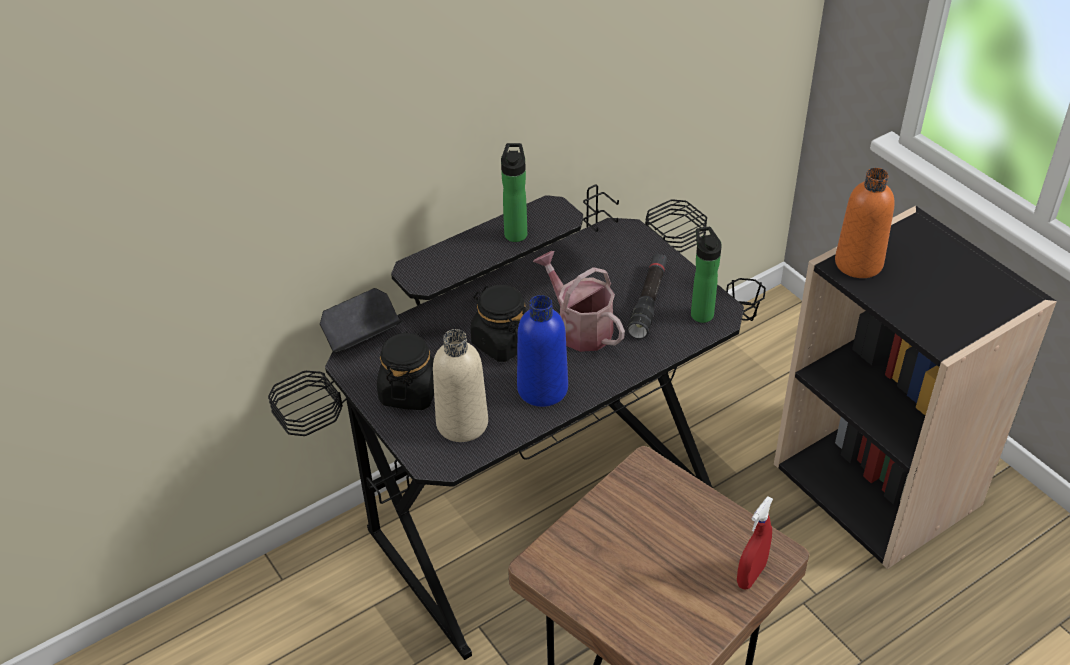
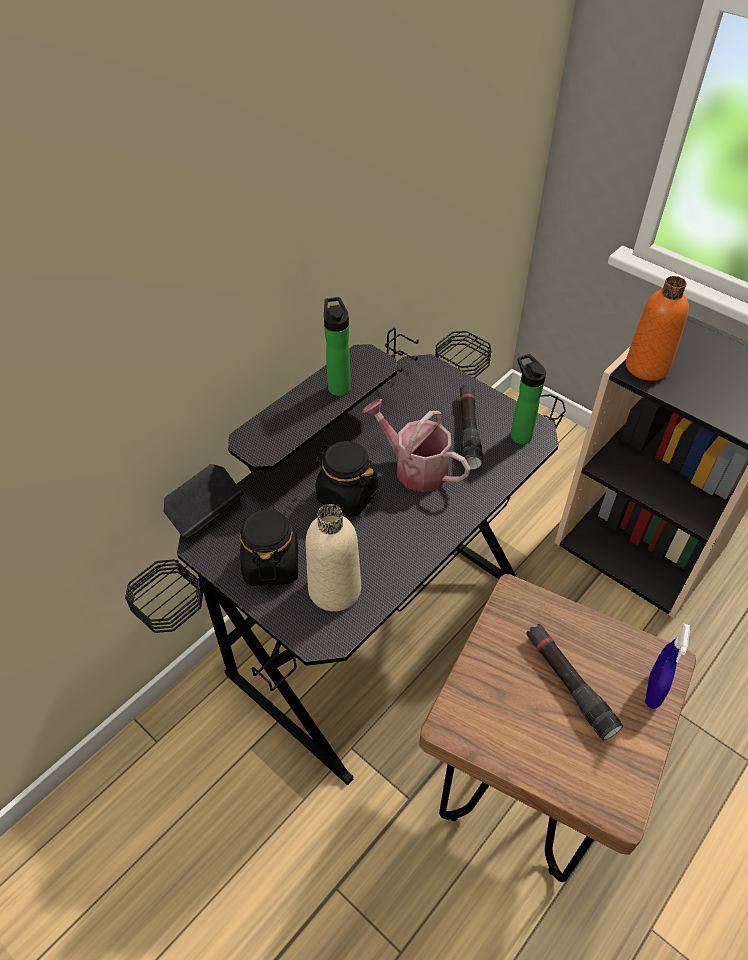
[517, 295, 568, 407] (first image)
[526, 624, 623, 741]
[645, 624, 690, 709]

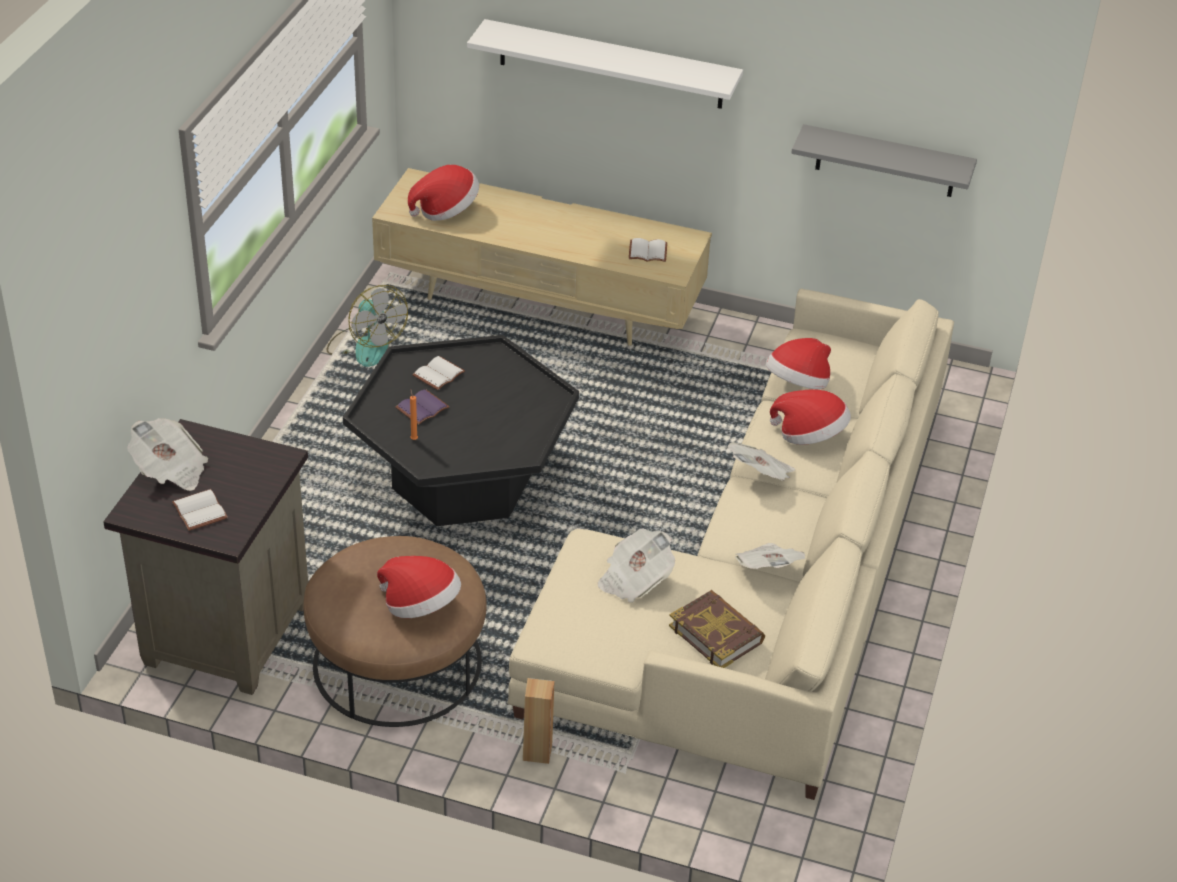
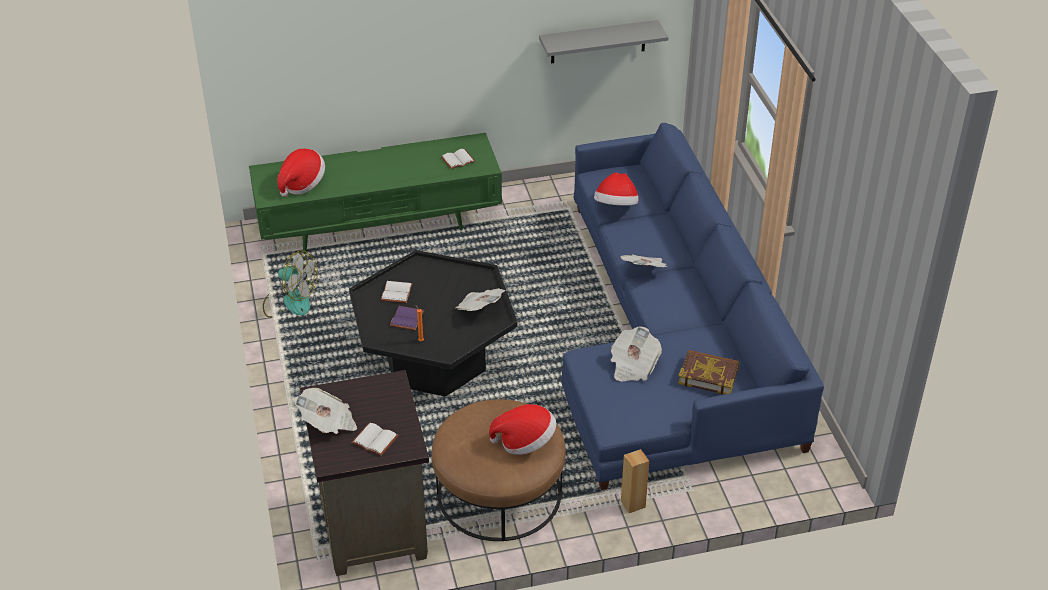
[467, 19, 743, 109] (first image)
[770, 389, 851, 445] (first image)
[455, 288, 505, 311]
[249, 133, 502, 254]
[561, 123, 824, 490]

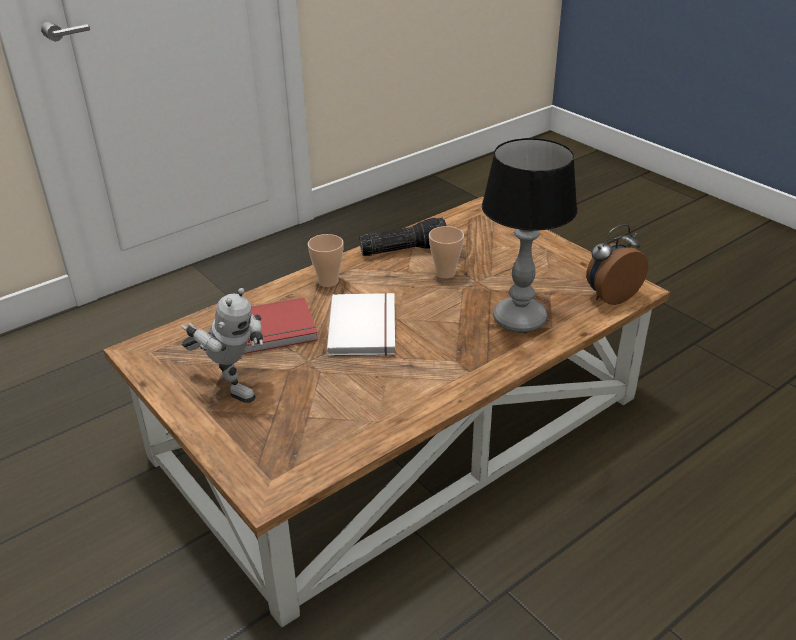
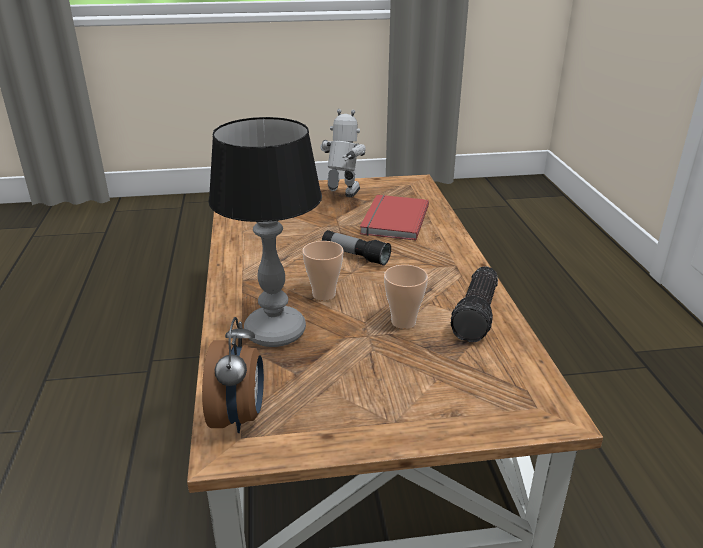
[302, 241, 344, 301]
[322, 230, 391, 266]
[320, 109, 366, 197]

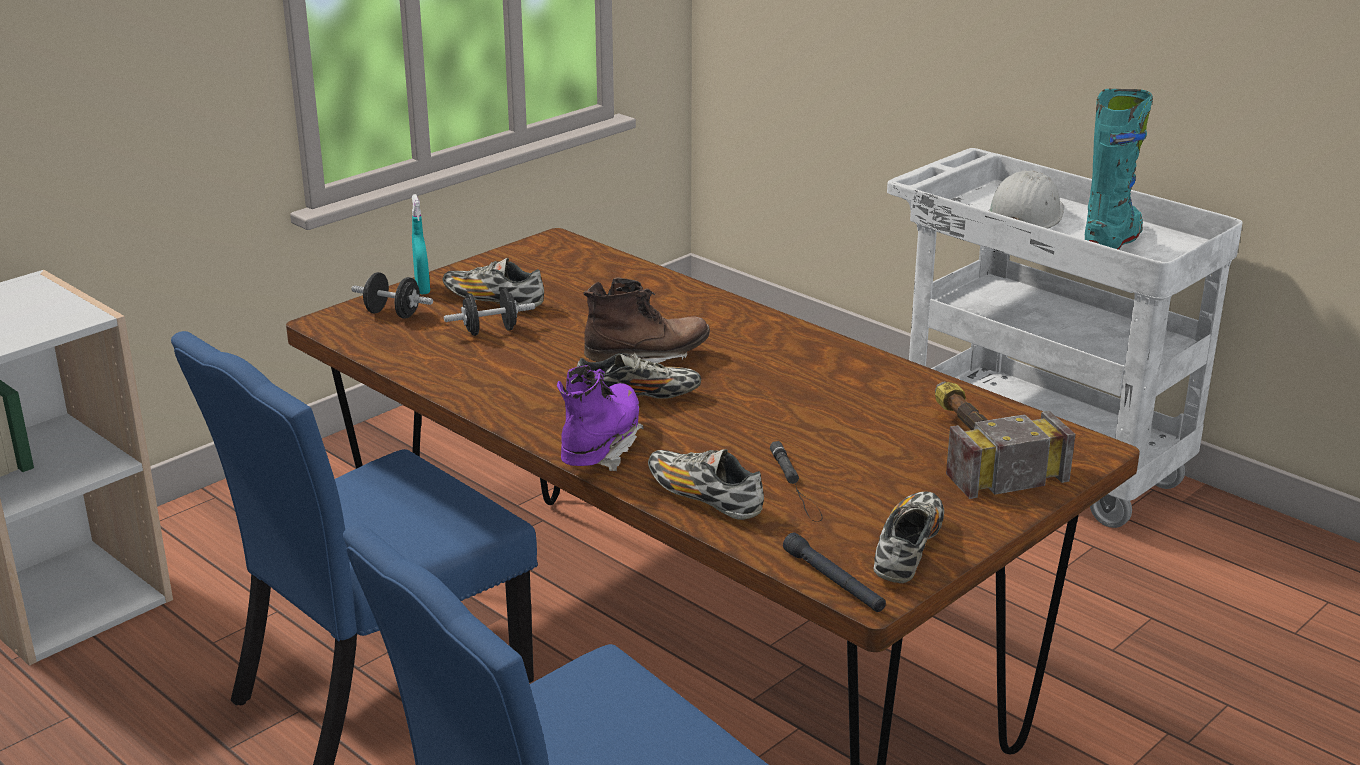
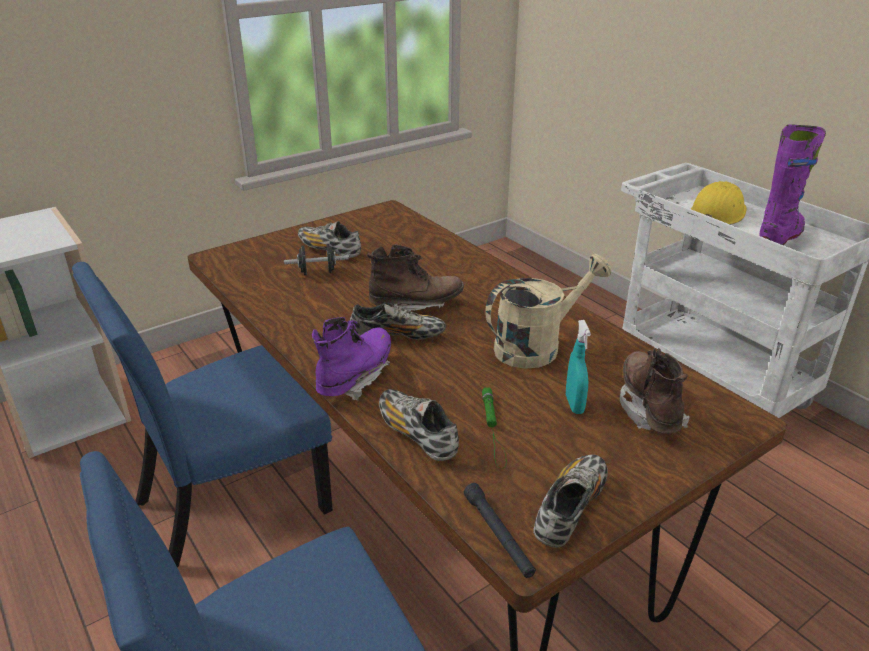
[351, 272, 433, 319] (first image)
[485, 254, 611, 369]
[566, 320, 591, 414]
[620, 348, 690, 434]
[482, 388, 507, 468]
[691, 181, 747, 225]
[759, 124, 826, 245]

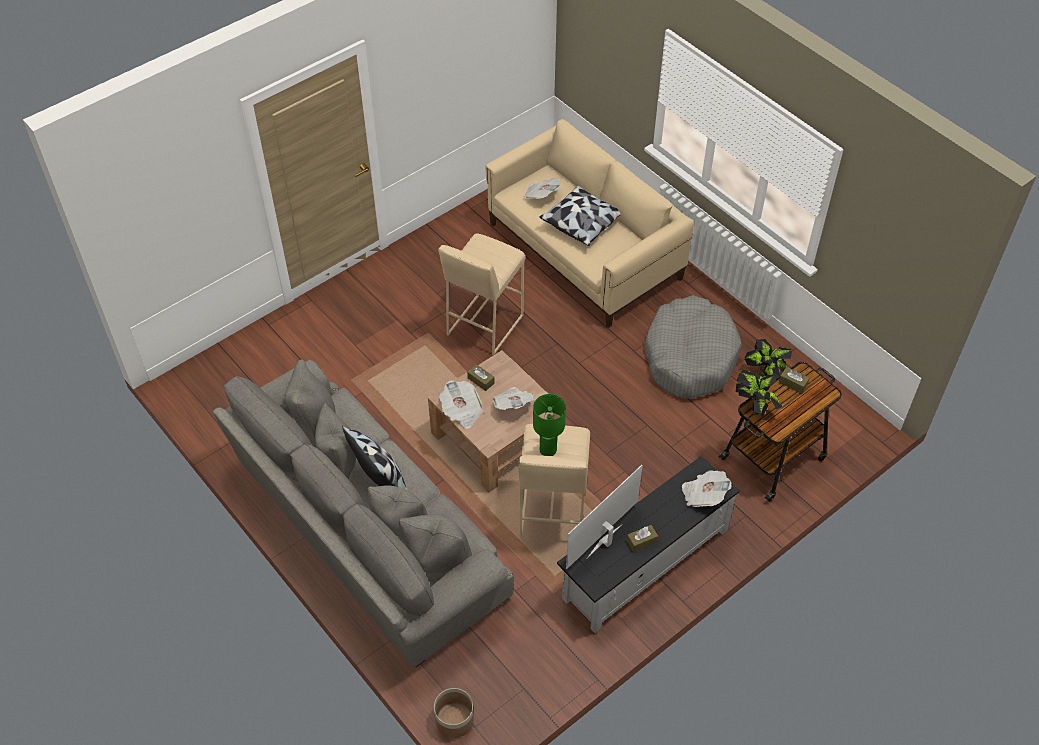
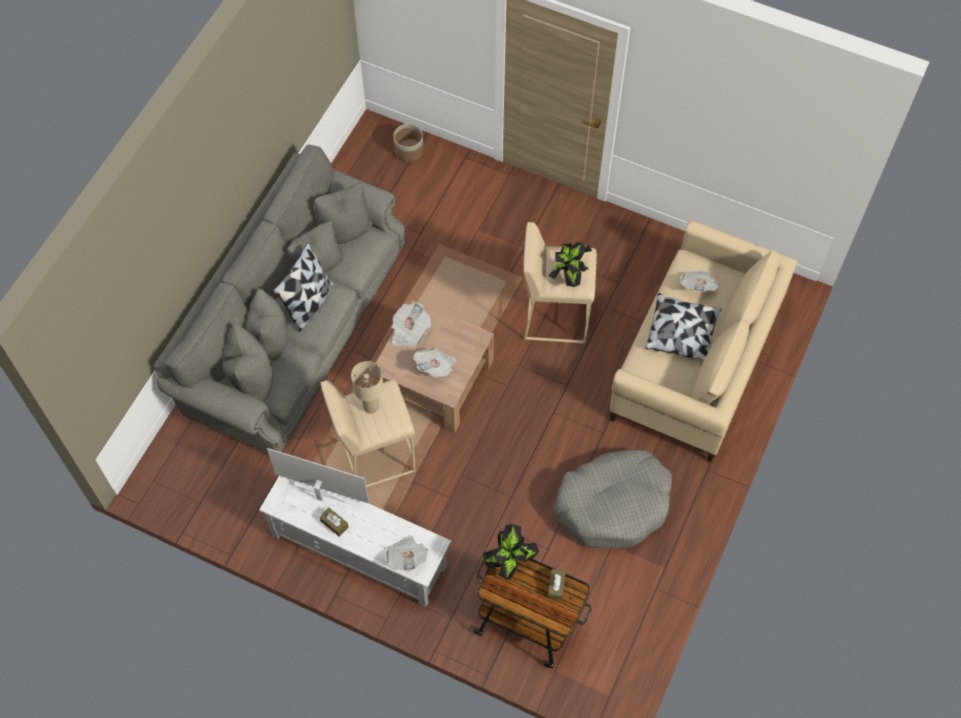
[467, 364, 494, 391] (first image)
[394, 124, 424, 162]
[549, 242, 592, 287]
[351, 361, 384, 413]
[259, 476, 451, 608]

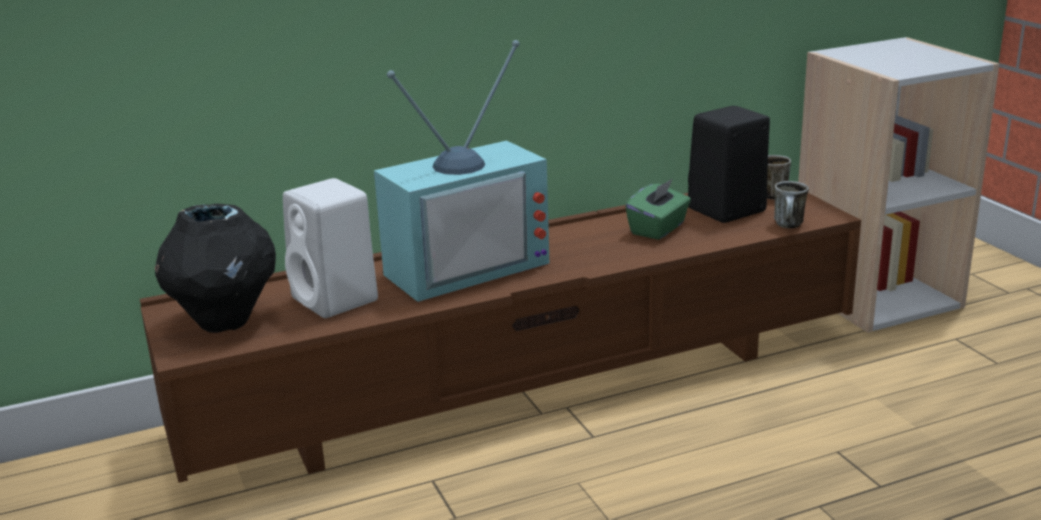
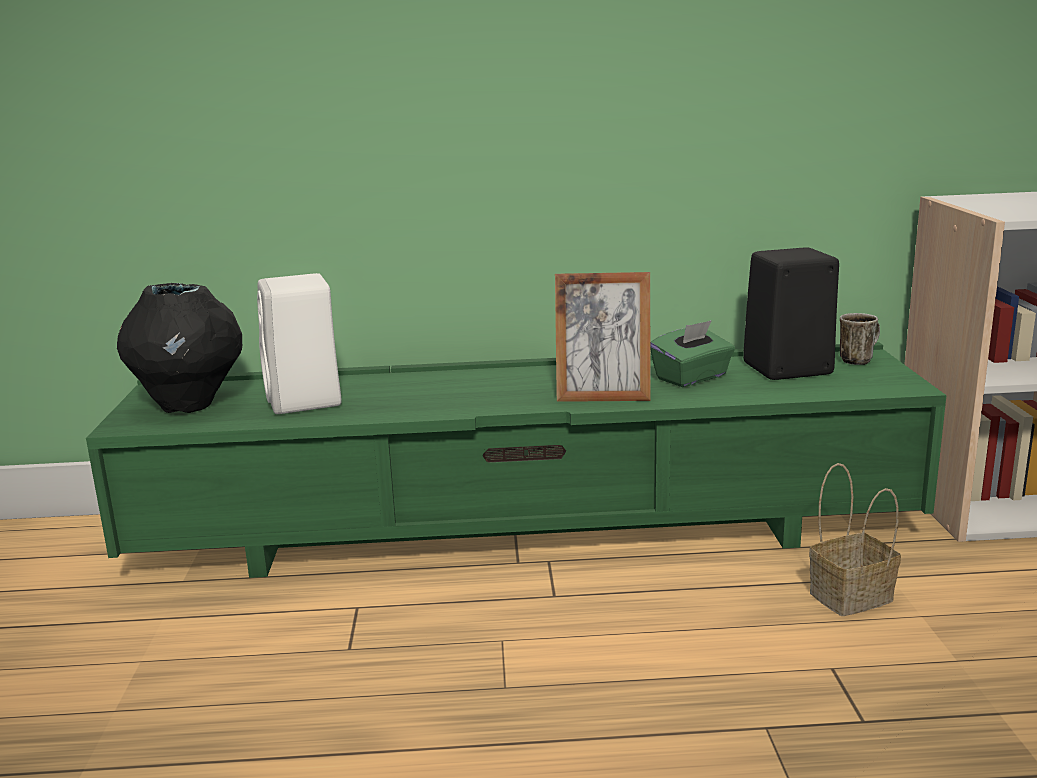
[374, 40, 549, 302] (first image)
[774, 181, 809, 228] (first image)
[555, 272, 651, 402]
[809, 463, 901, 616]
[86, 342, 947, 578]

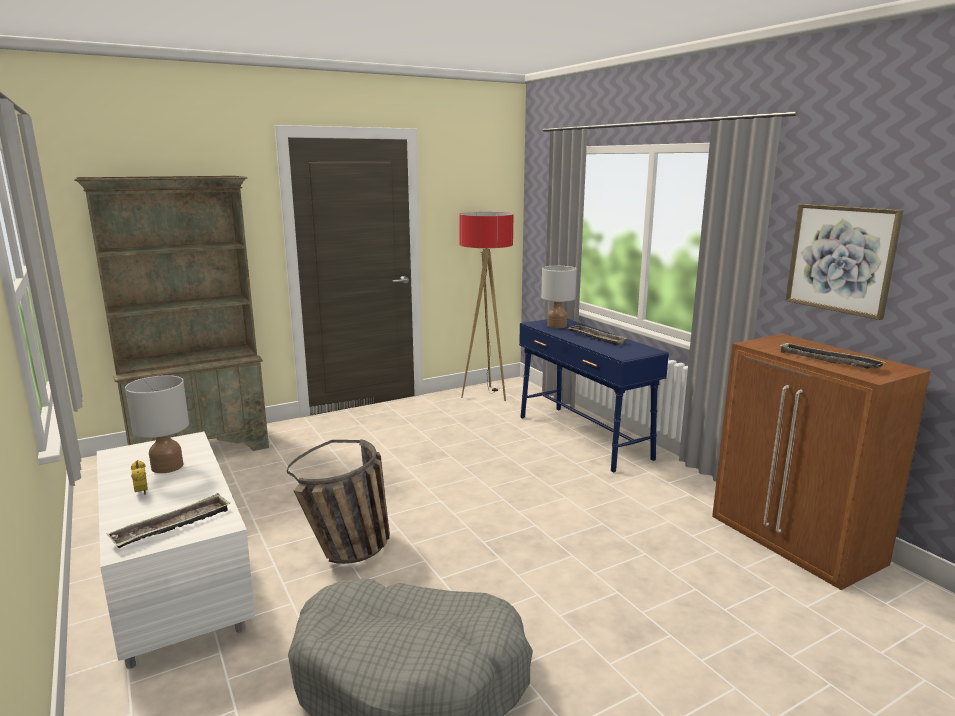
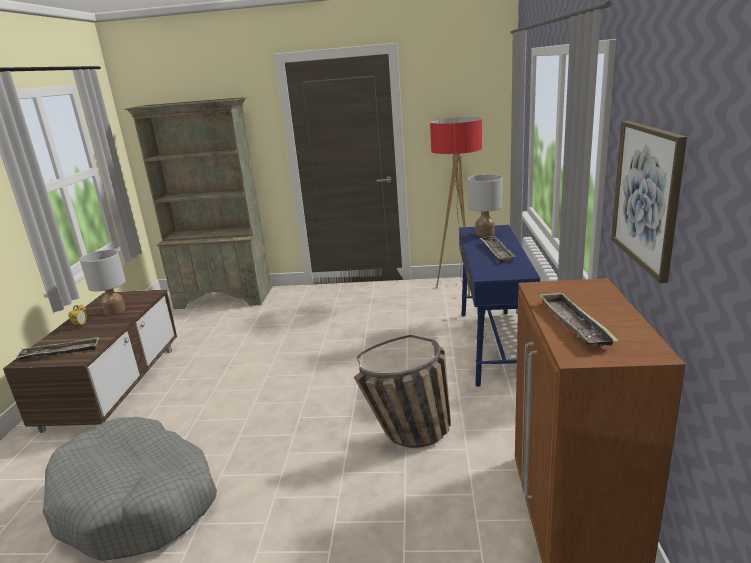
[354, 335, 451, 448]
[3, 289, 177, 433]

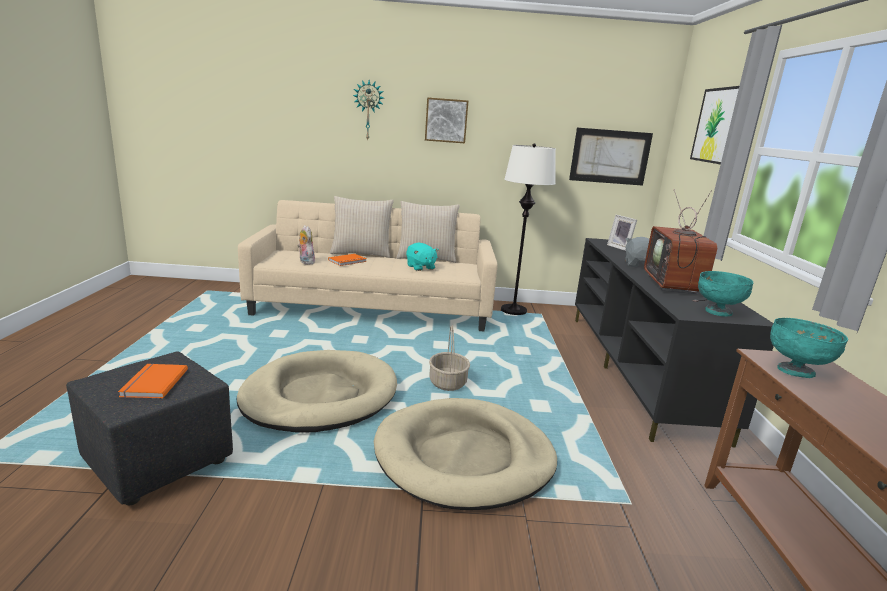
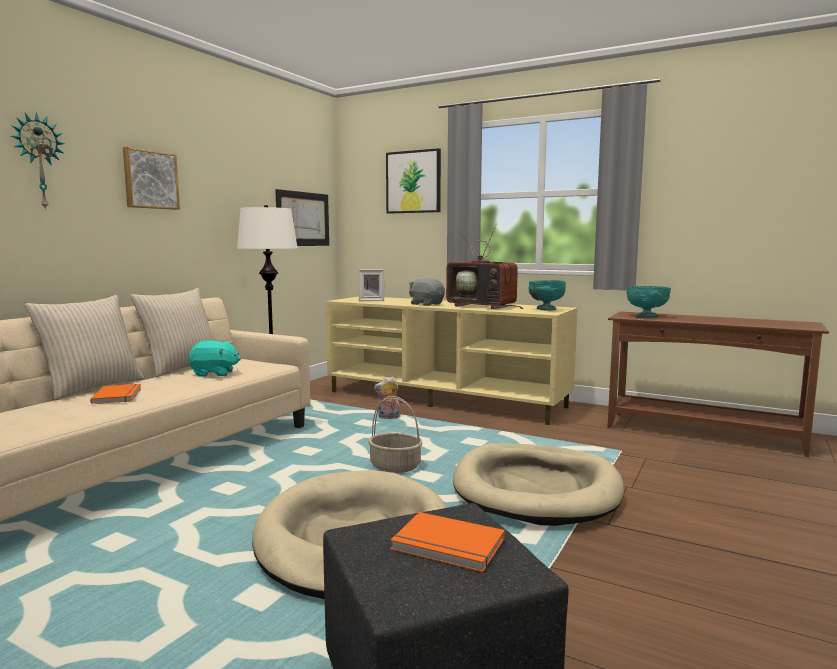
[374, 376, 401, 419]
[325, 296, 578, 425]

